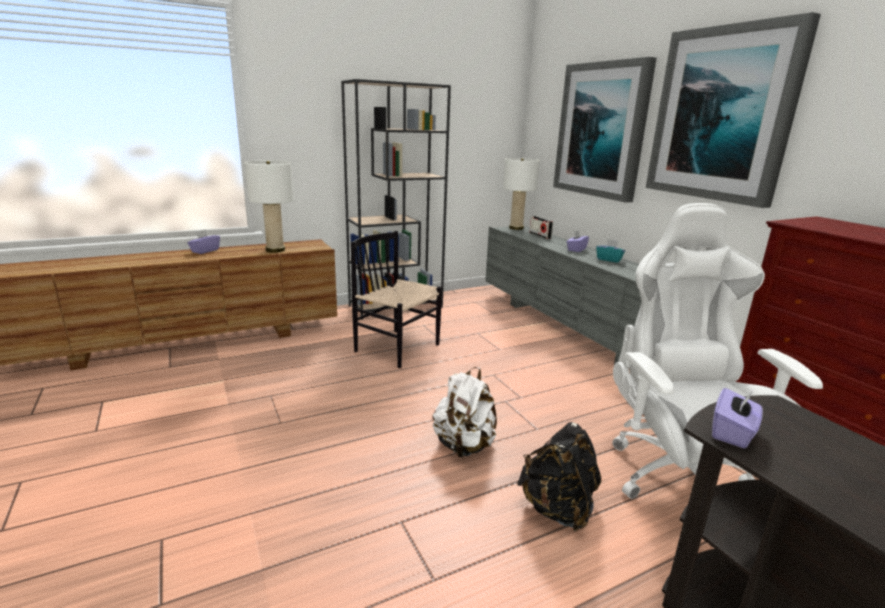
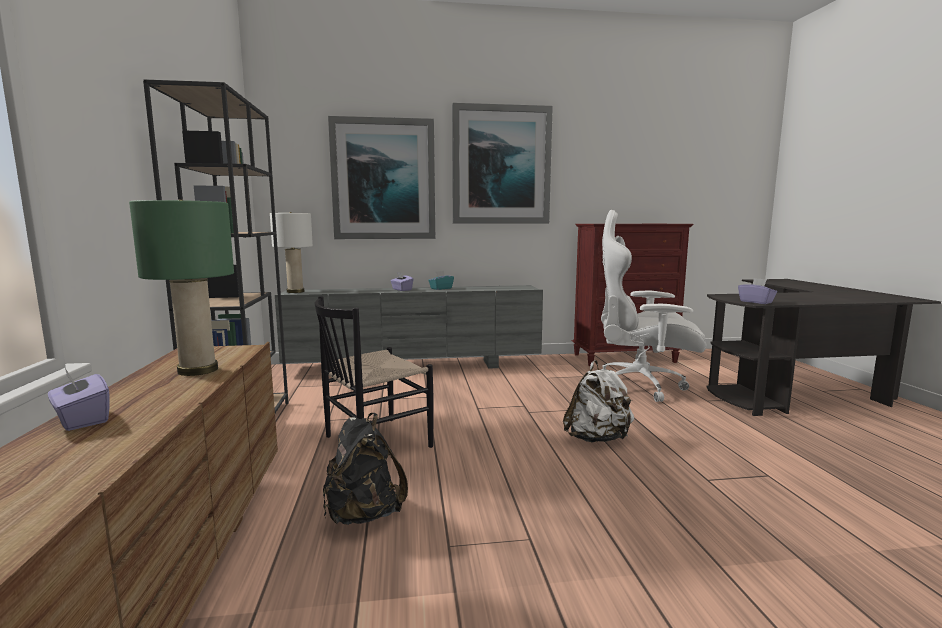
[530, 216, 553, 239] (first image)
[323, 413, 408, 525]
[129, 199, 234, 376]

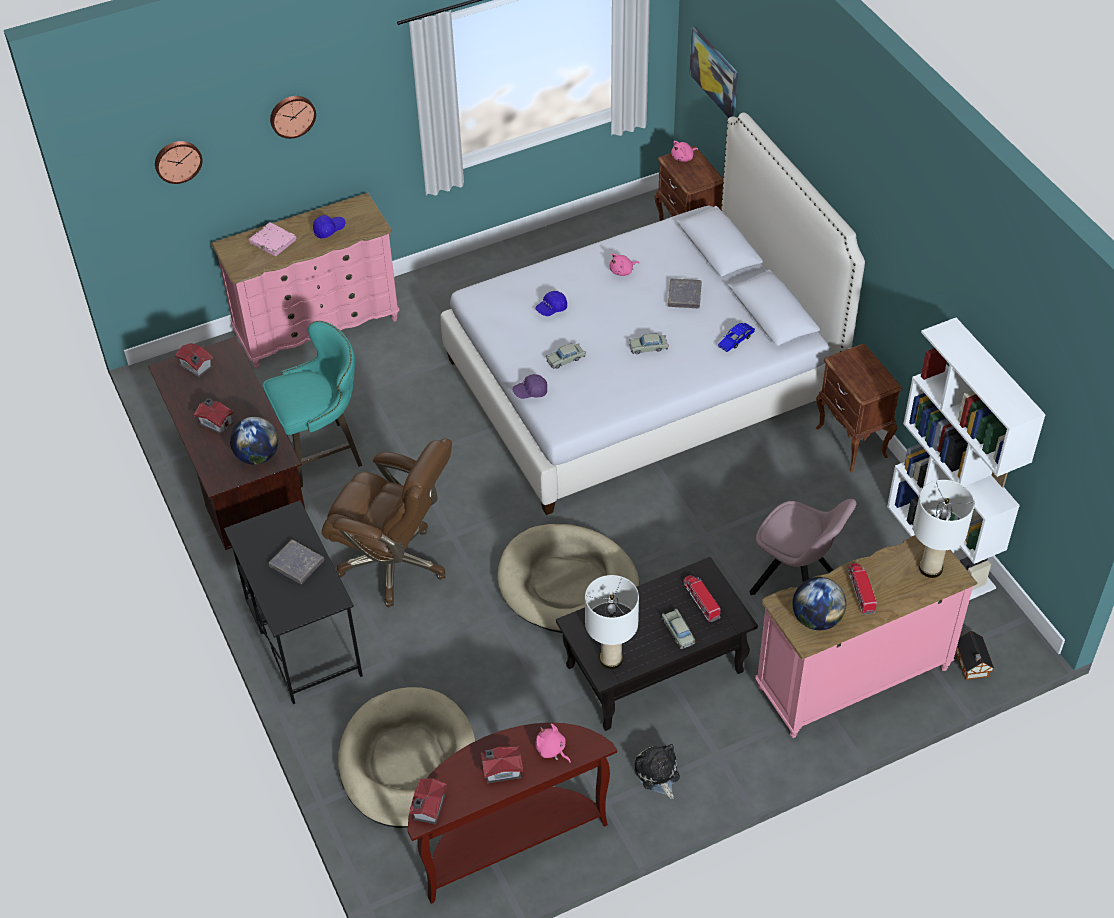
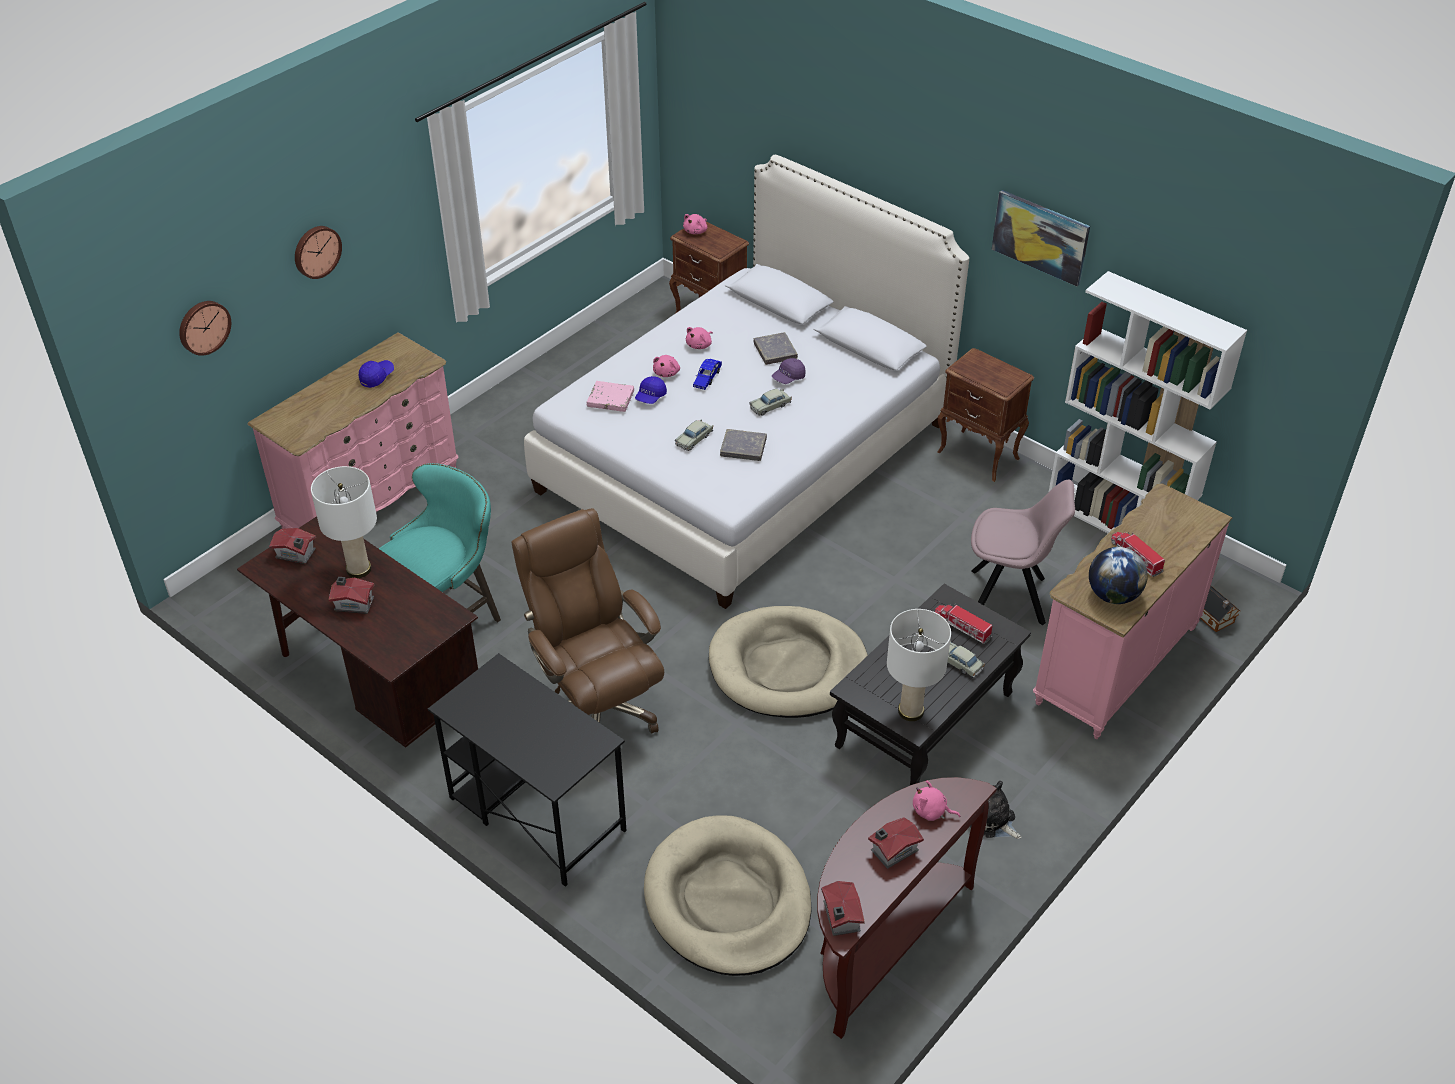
[230, 417, 279, 465] (first image)
[653, 355, 680, 377]
[587, 381, 634, 412]
[720, 429, 767, 461]
[772, 358, 805, 384]
[992, 190, 1090, 286]
[693, 359, 722, 390]
[311, 466, 377, 578]
[512, 508, 664, 734]

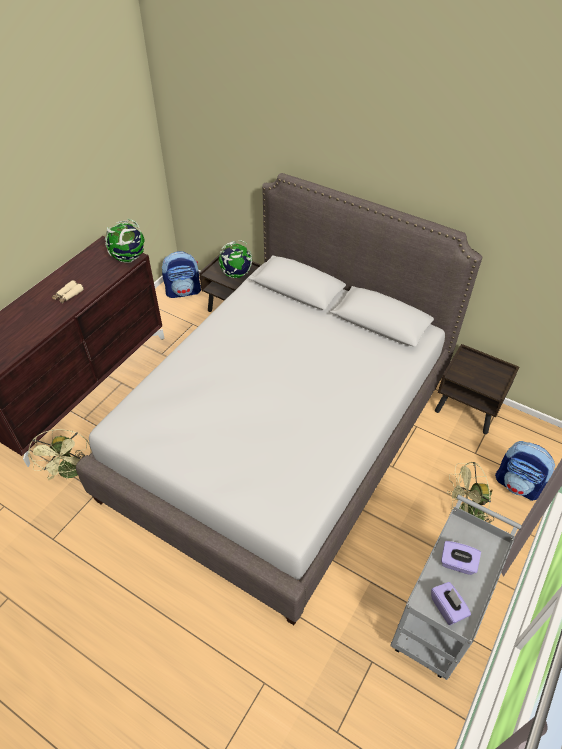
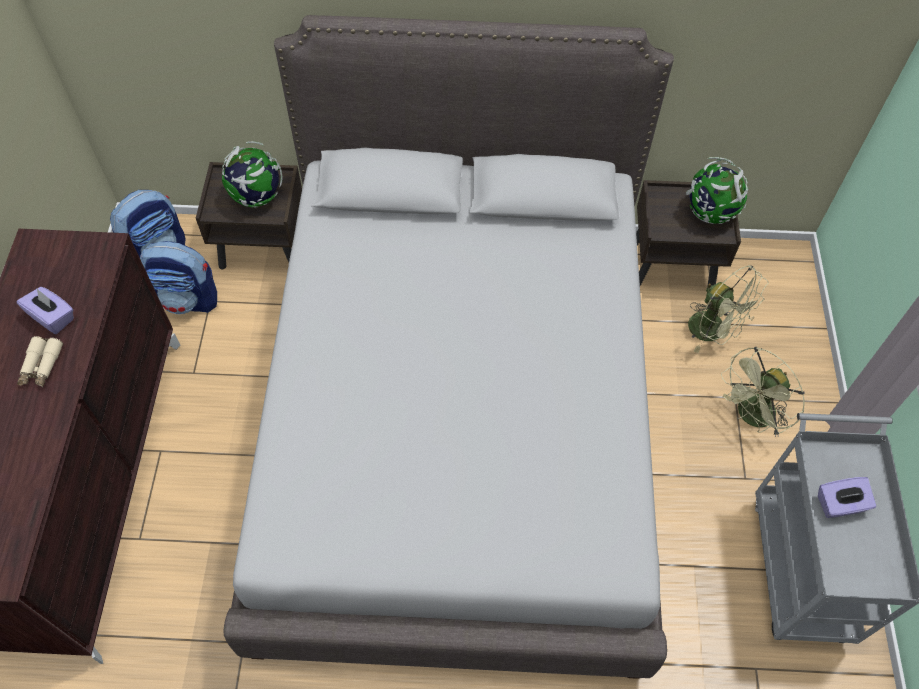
[688, 265, 768, 353]
[686, 157, 748, 224]
[17, 287, 74, 334]
[140, 241, 217, 314]

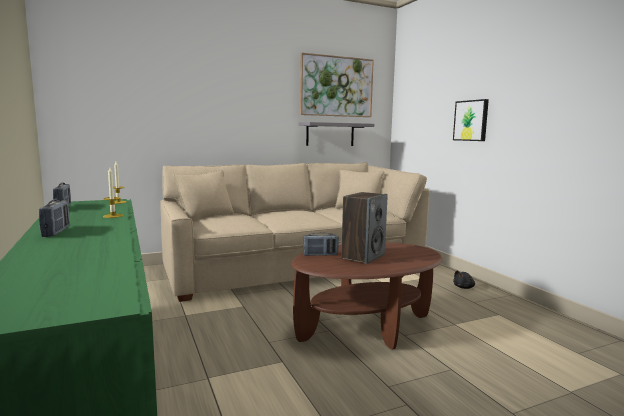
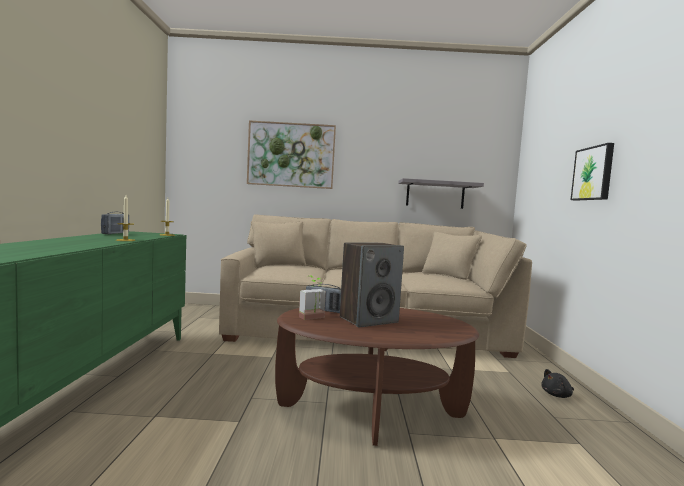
[39, 199, 69, 237] (first image)
[299, 275, 326, 320]
[247, 120, 336, 189]

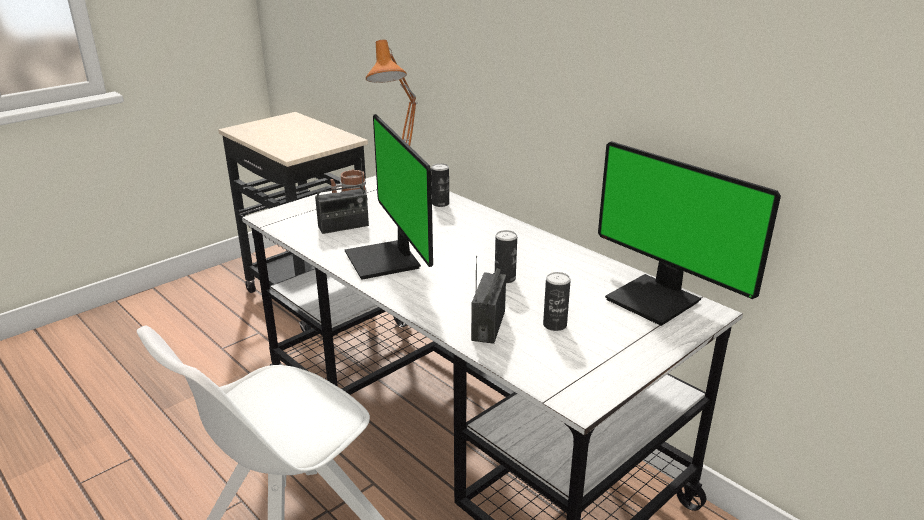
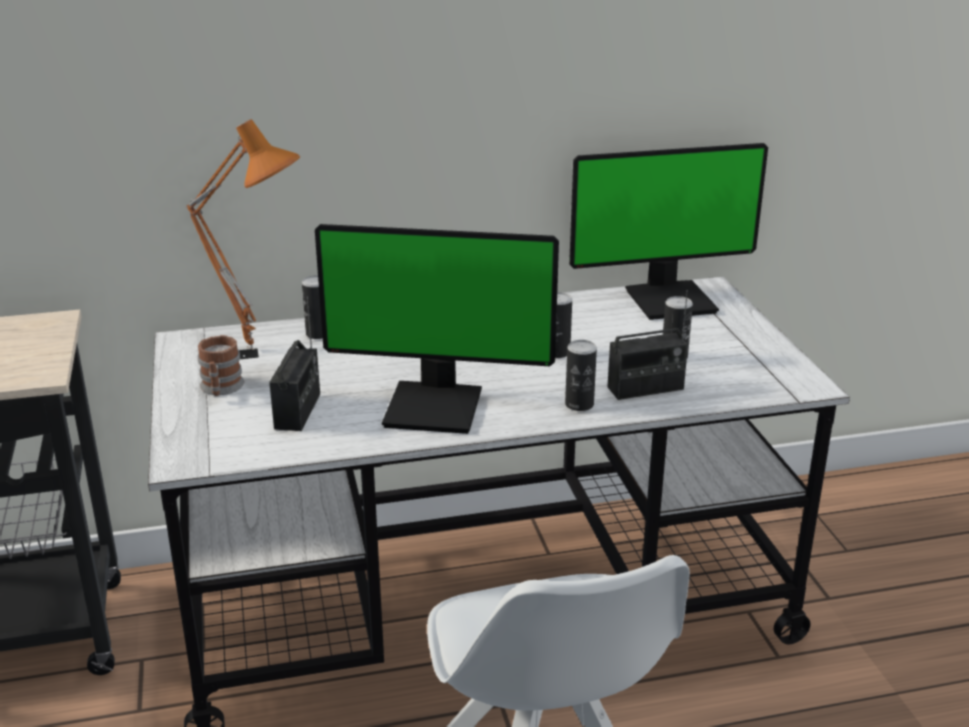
[565, 340, 597, 411]
[608, 290, 688, 400]

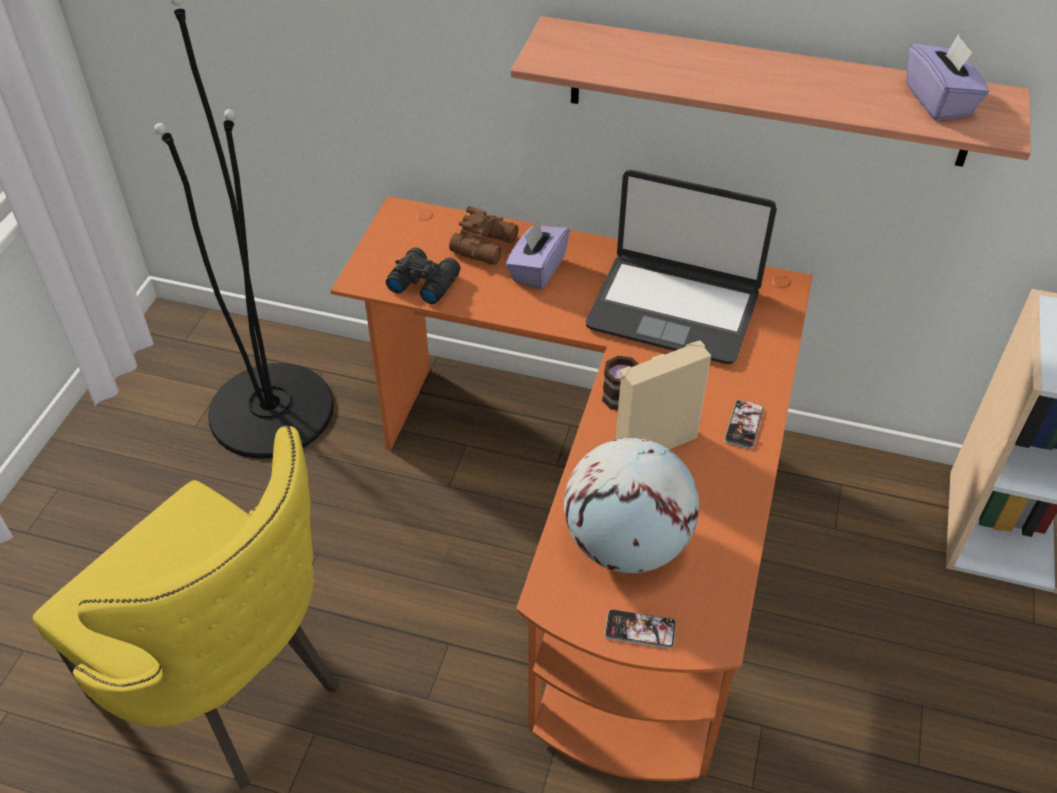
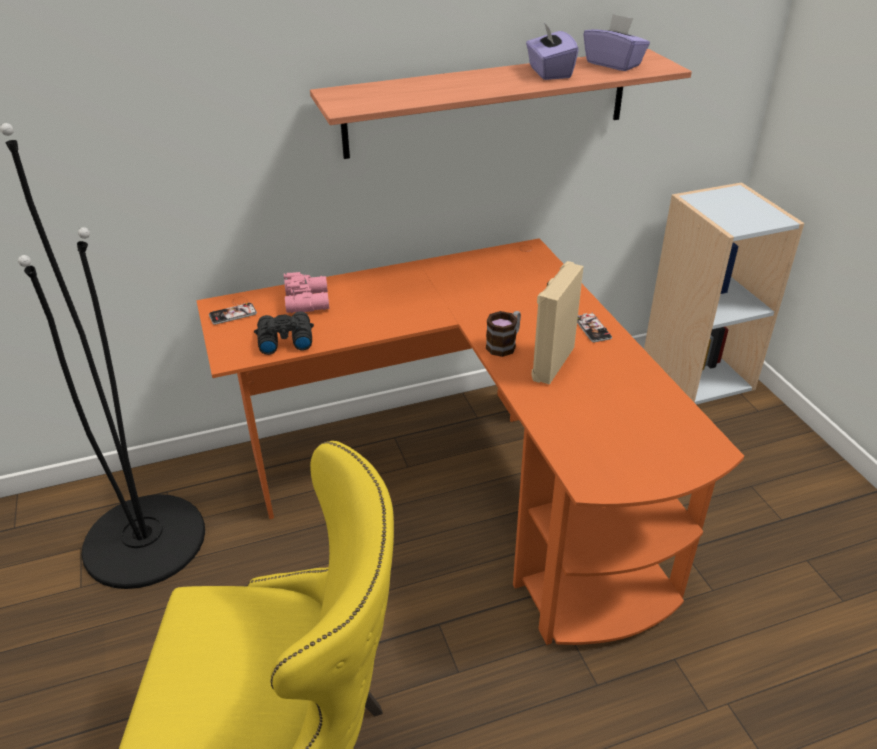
[564, 438, 699, 573] (first image)
[586, 170, 777, 364] (first image)
[526, 22, 579, 80]
[209, 302, 257, 325]
[284, 272, 329, 313]

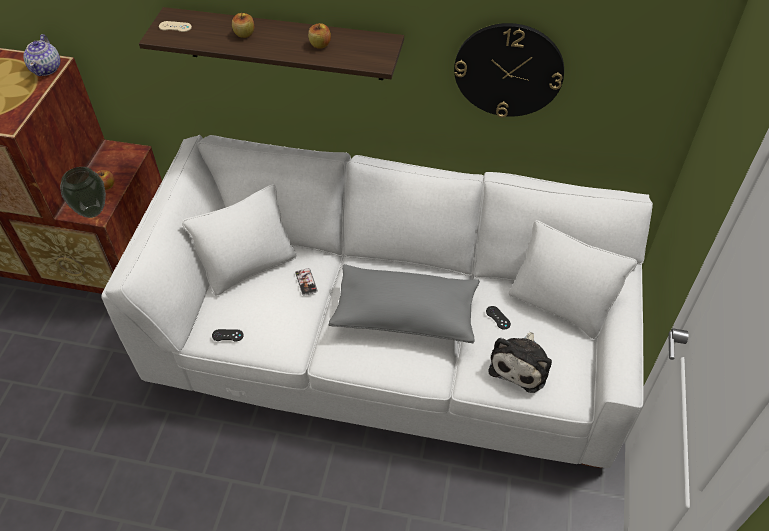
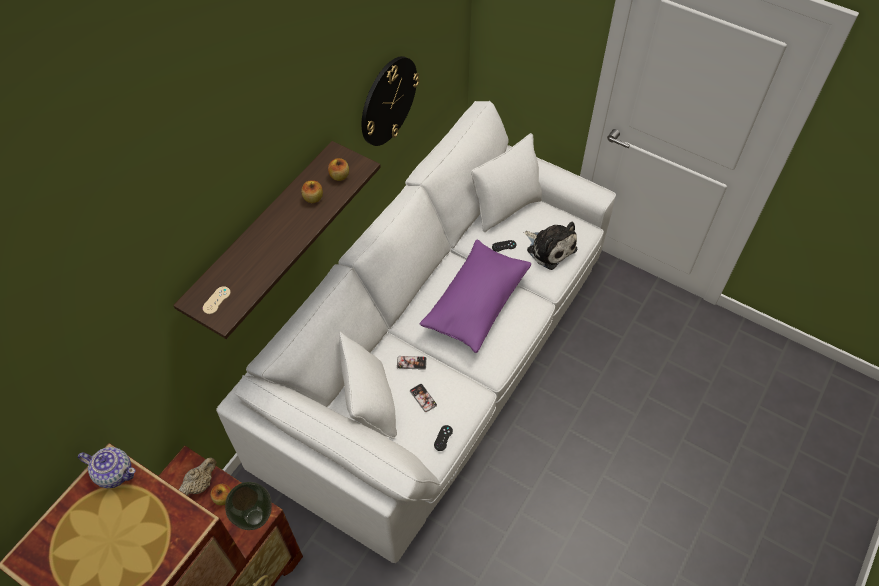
[179, 457, 216, 496]
[410, 384, 437, 412]
[328, 158, 349, 181]
[420, 240, 531, 353]

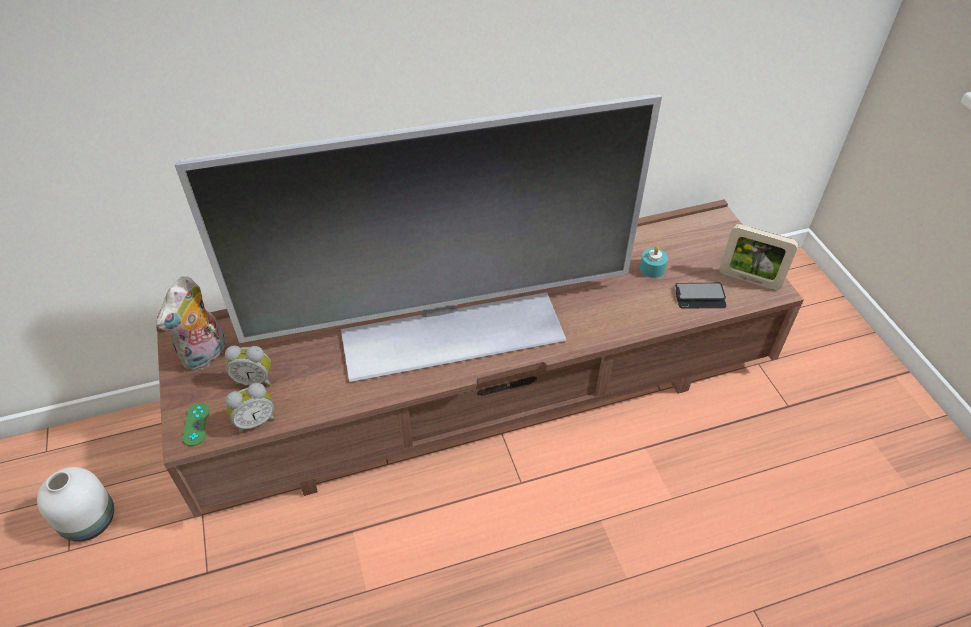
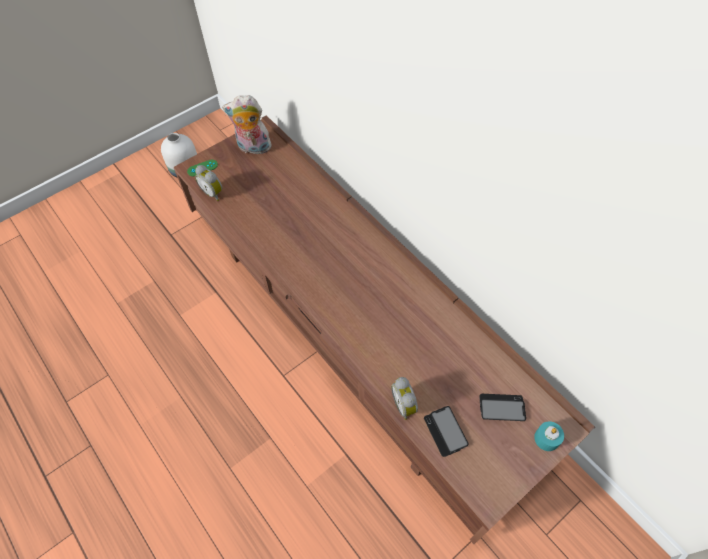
[174, 94, 662, 382] (first image)
[719, 224, 798, 290] (first image)
[480, 394, 526, 421]
[391, 377, 418, 420]
[534, 421, 564, 451]

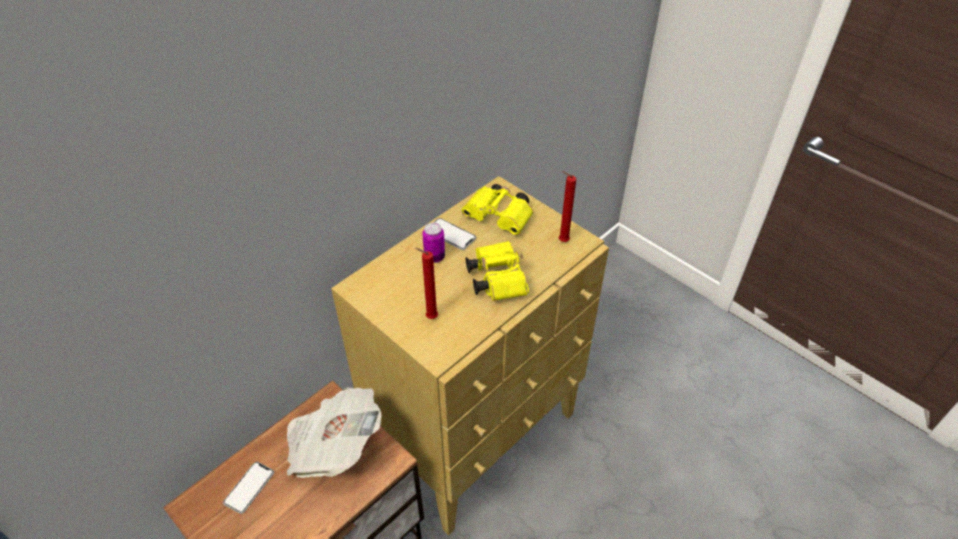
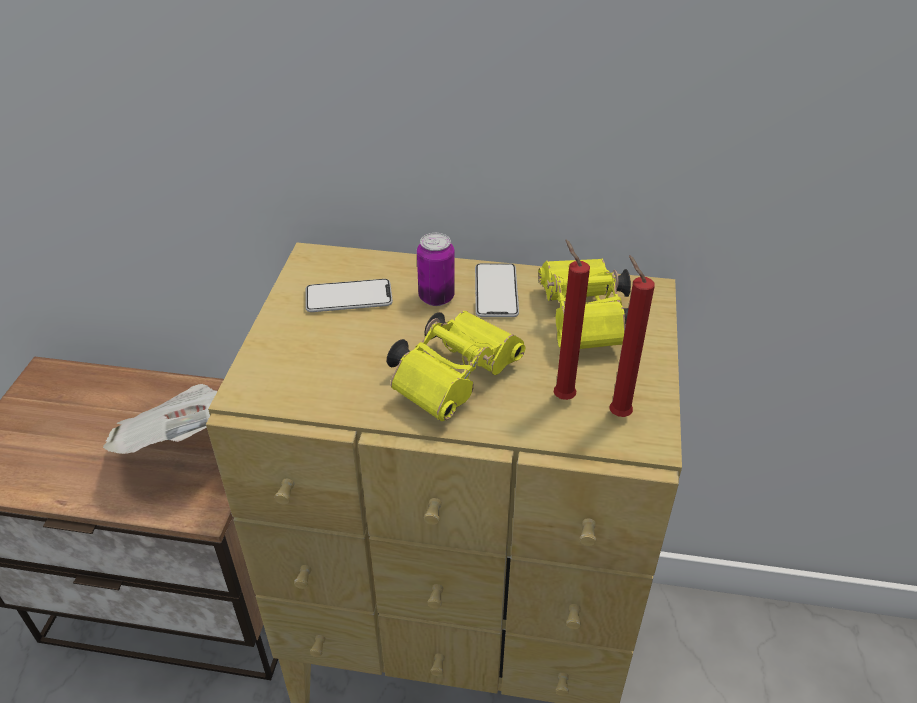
[305, 279, 393, 312]
[554, 239, 590, 400]

